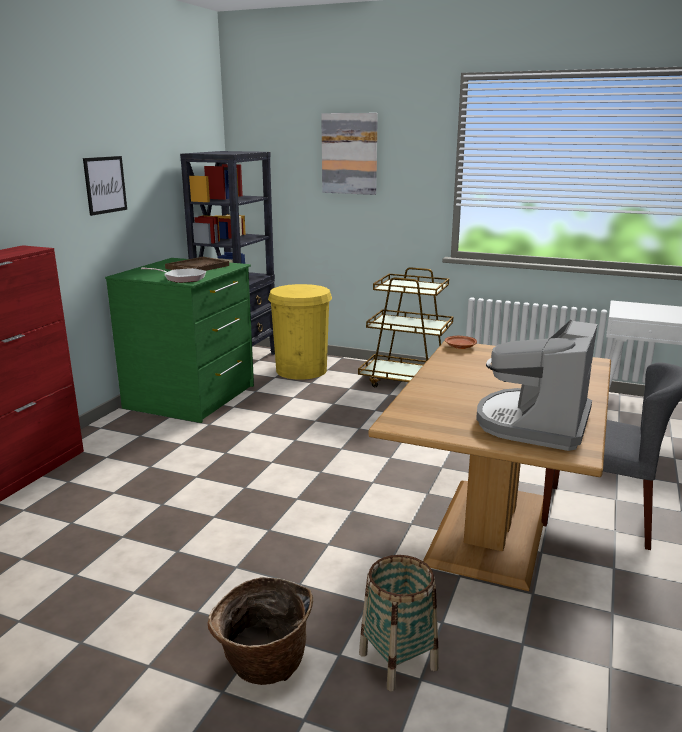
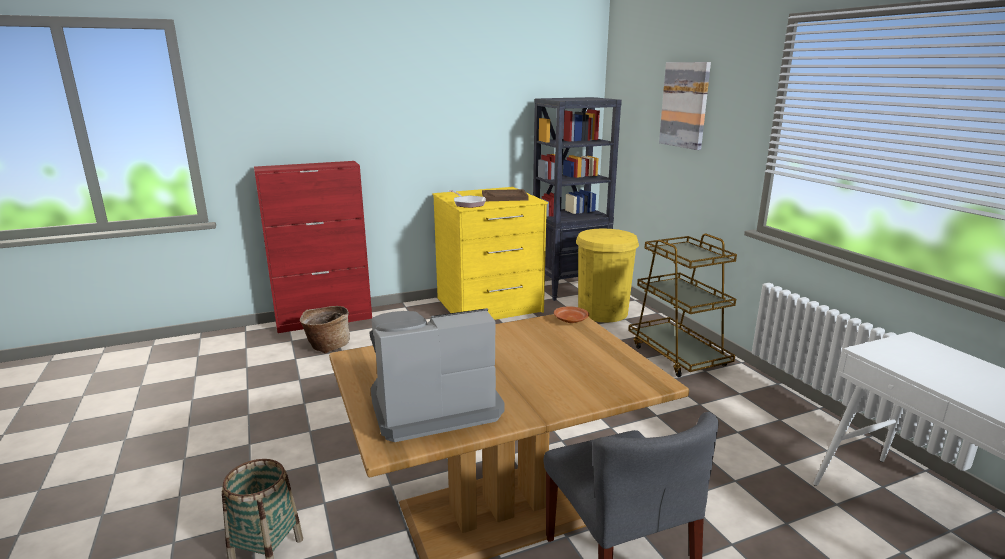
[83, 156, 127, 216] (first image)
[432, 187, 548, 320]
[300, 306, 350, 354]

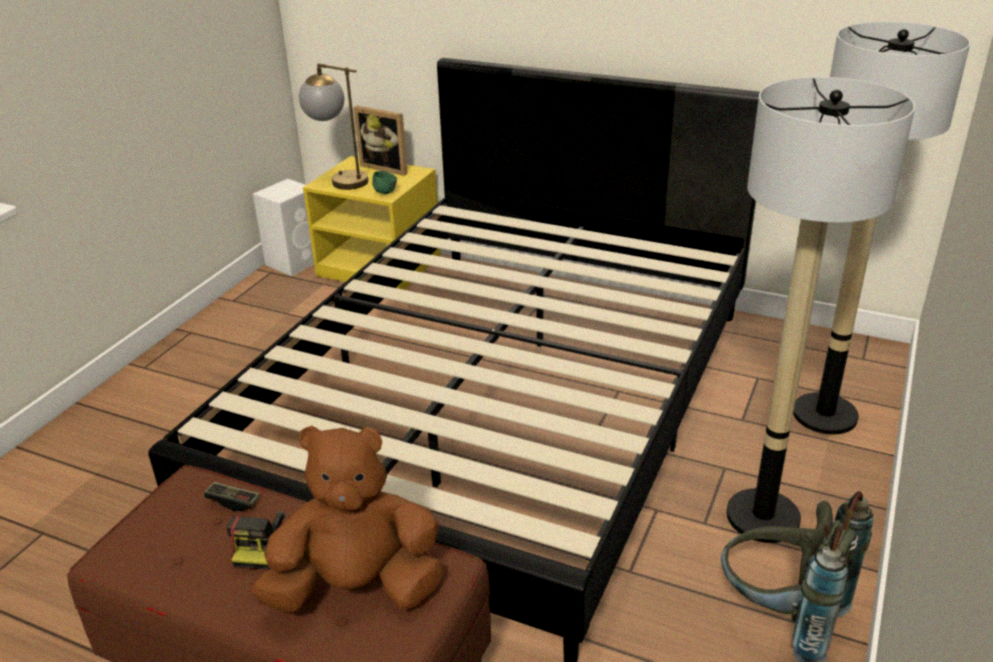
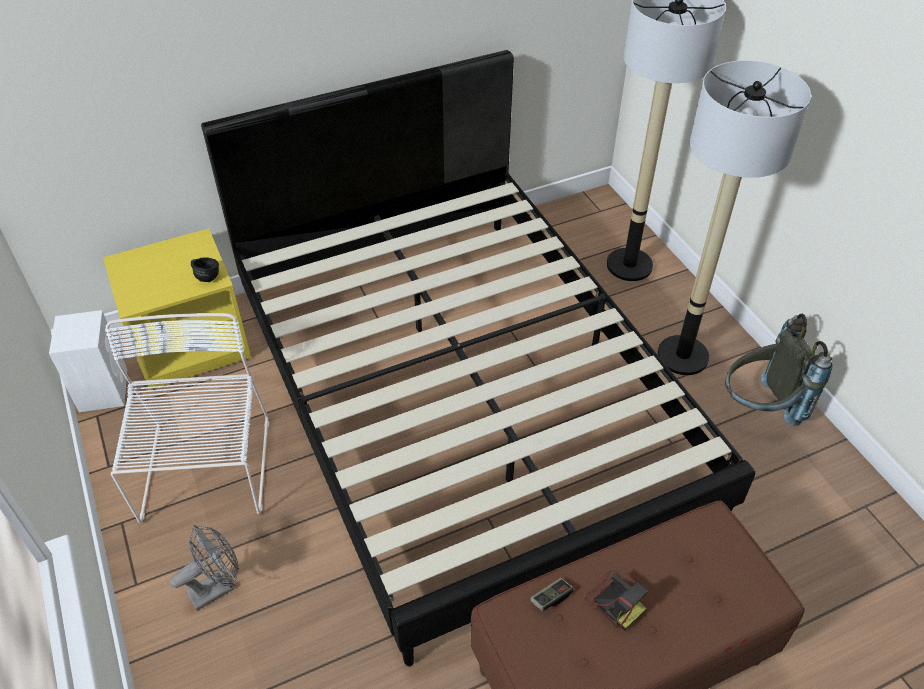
[252, 426, 444, 614] (first image)
[299, 63, 368, 190] (first image)
[354, 106, 408, 176] (first image)
[191, 257, 219, 282]
[105, 313, 269, 523]
[170, 525, 239, 611]

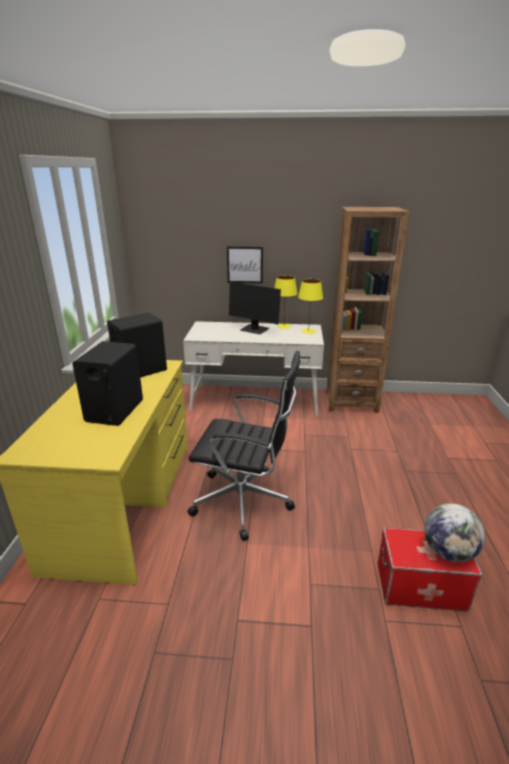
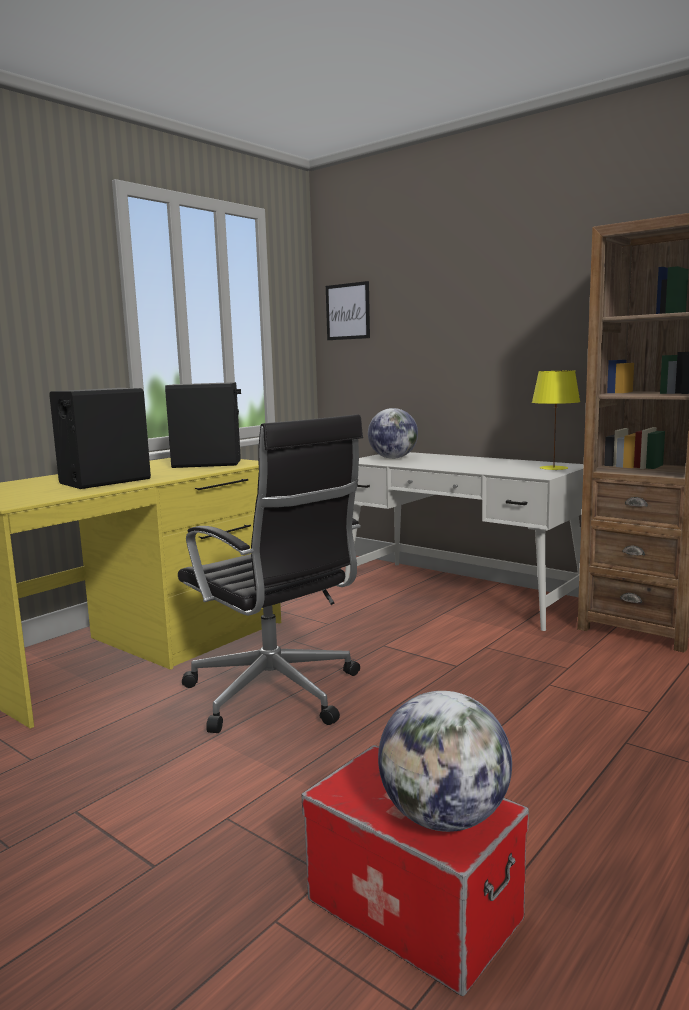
[326, 281, 370, 340]
[229, 282, 281, 334] (first image)
[274, 275, 297, 329] (first image)
[368, 408, 418, 459]

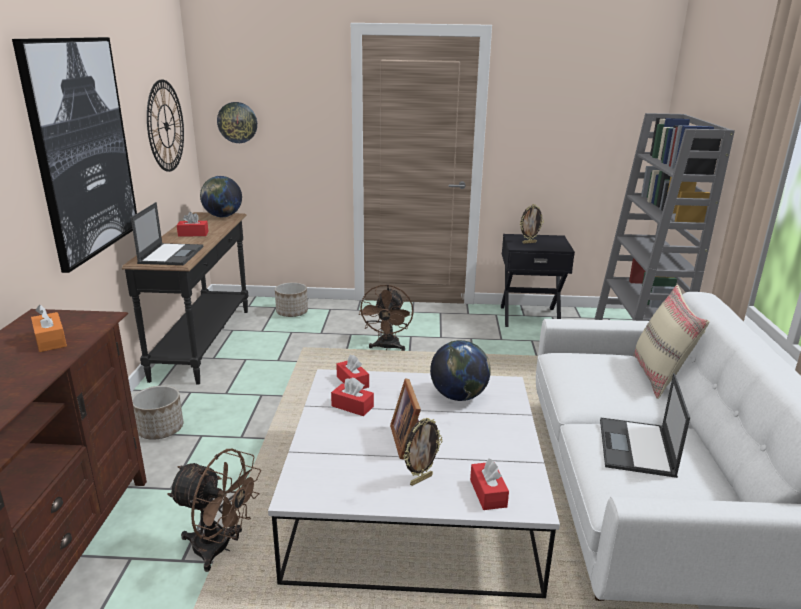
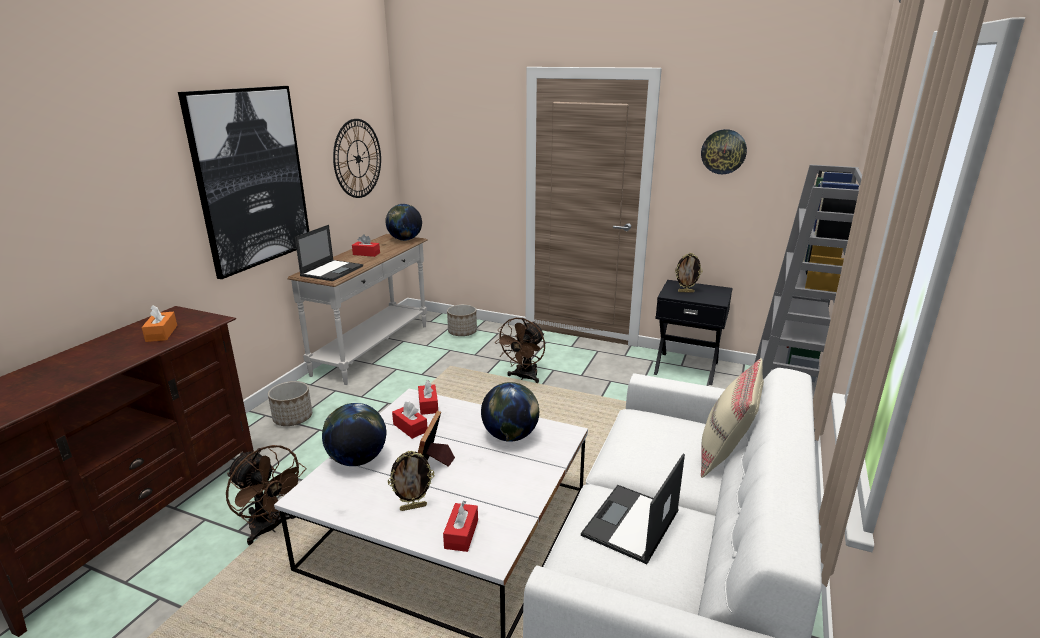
[288, 234, 427, 385]
[701, 129, 747, 174]
[322, 403, 387, 466]

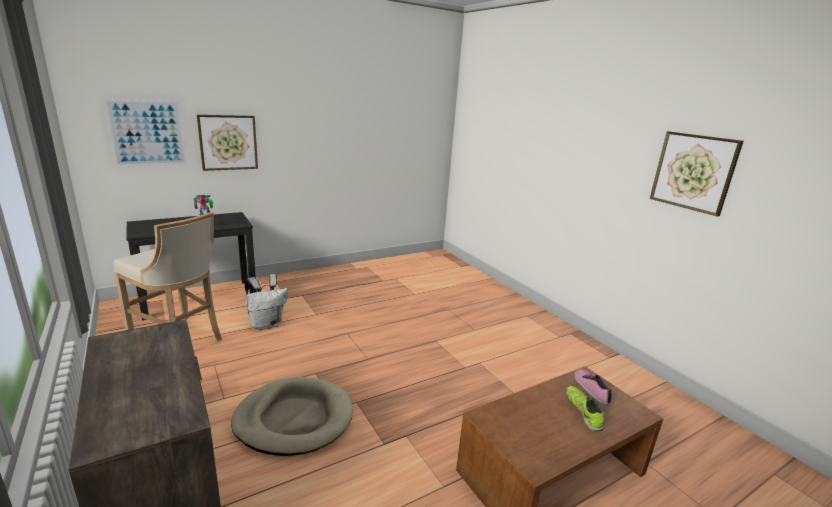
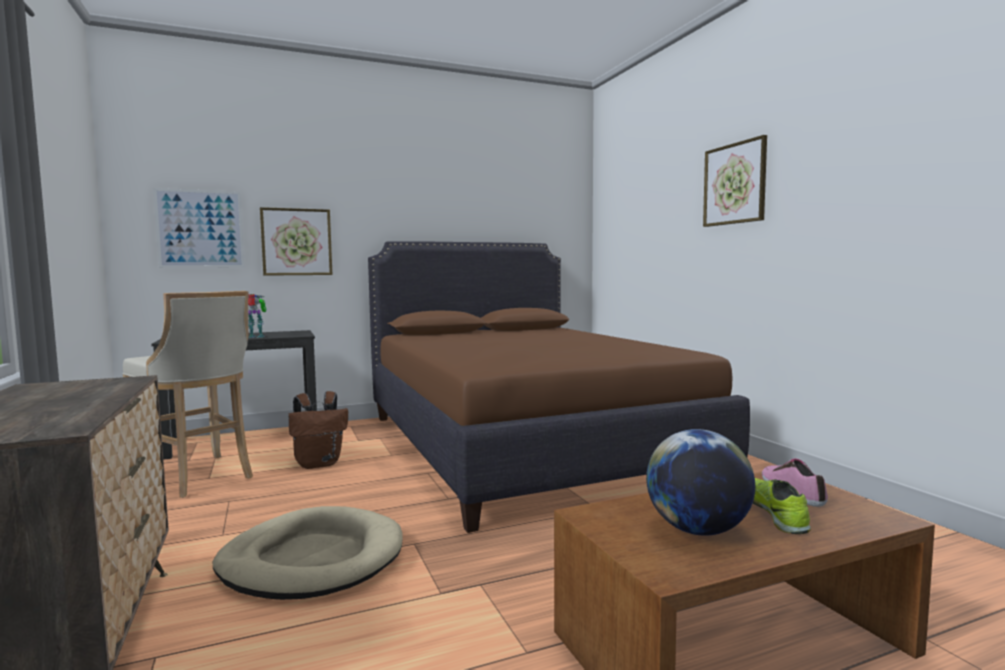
[288, 391, 348, 469]
[703, 135, 767, 227]
[368, 241, 750, 533]
[646, 429, 755, 536]

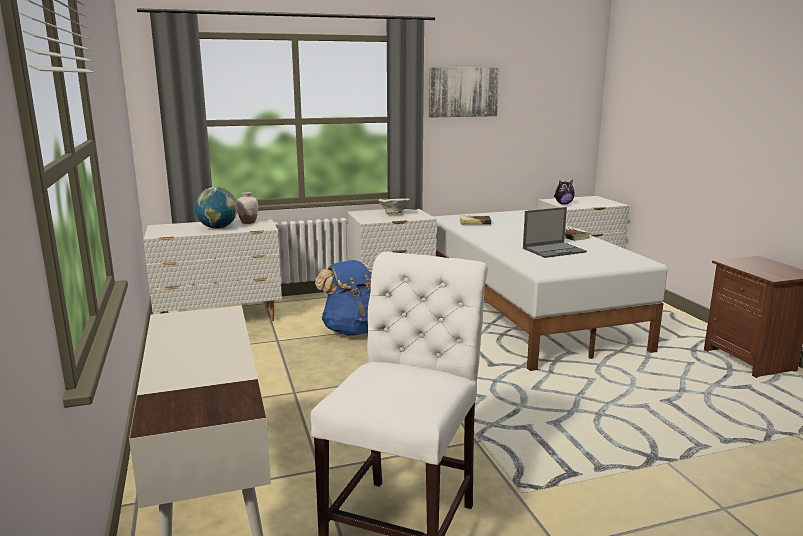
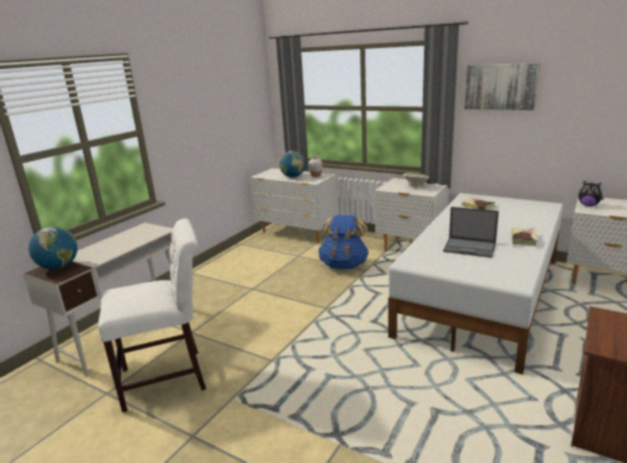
[29, 227, 78, 270]

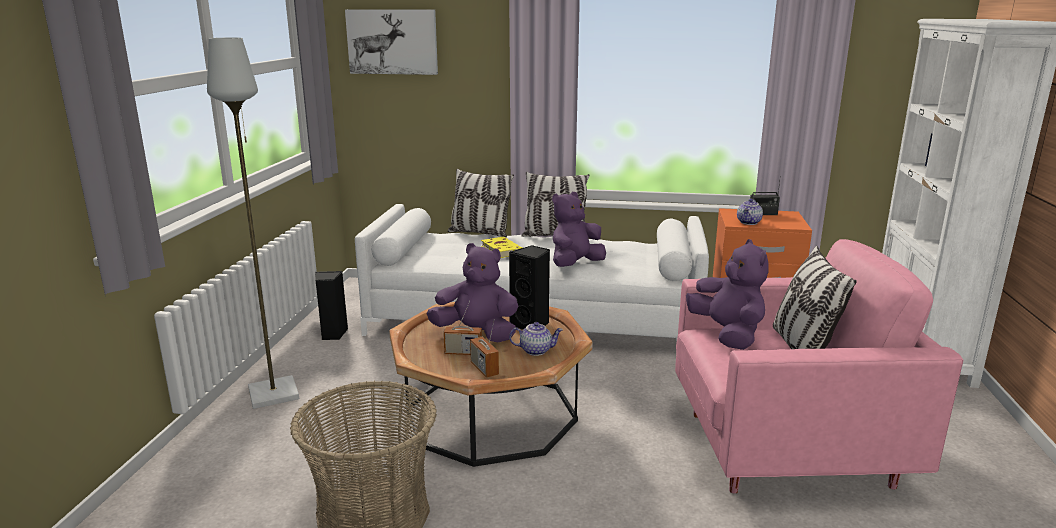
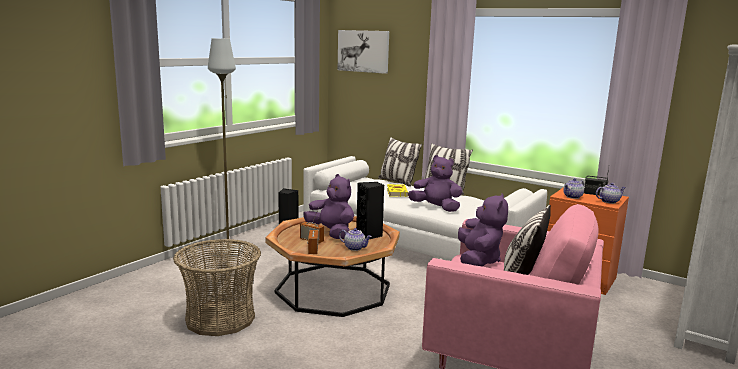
[408, 155, 462, 212]
[596, 183, 626, 204]

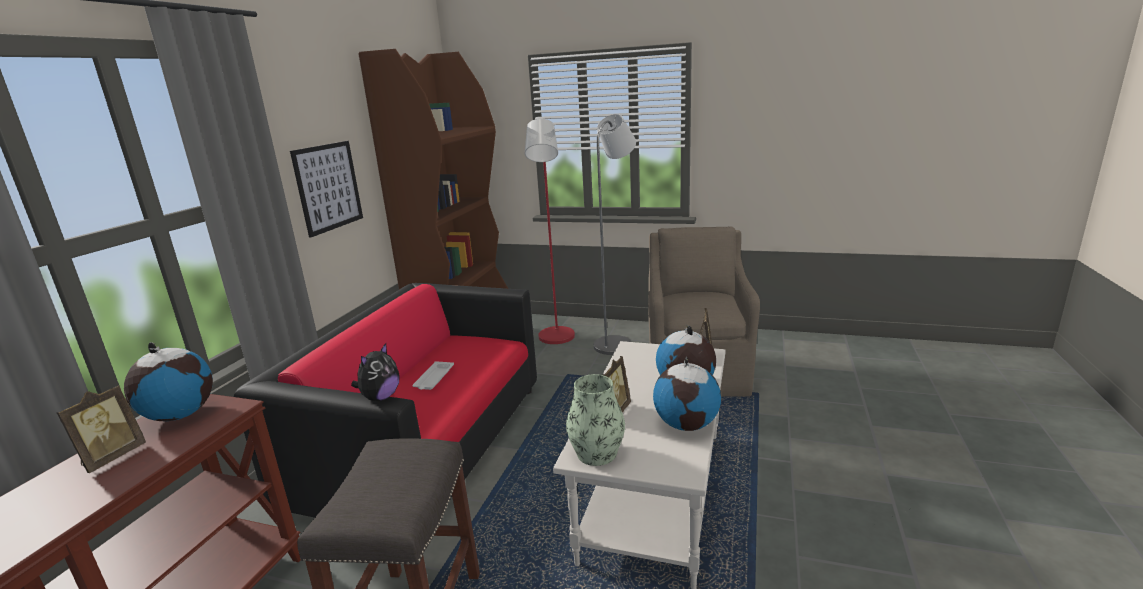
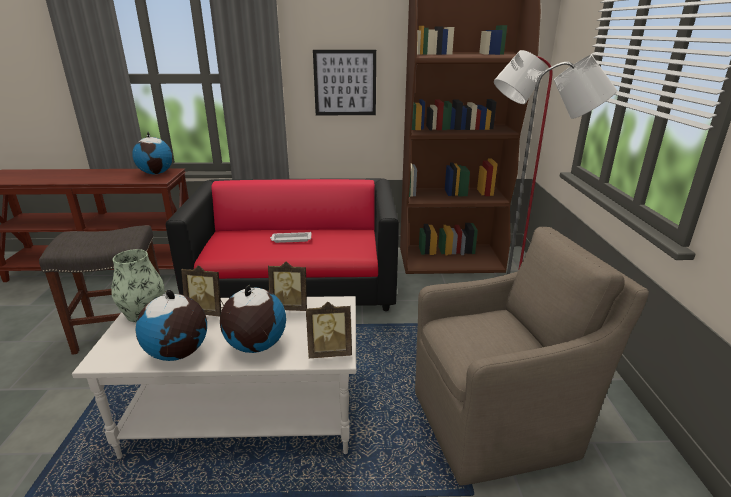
[268, 262, 307, 311]
[351, 343, 399, 401] (first image)

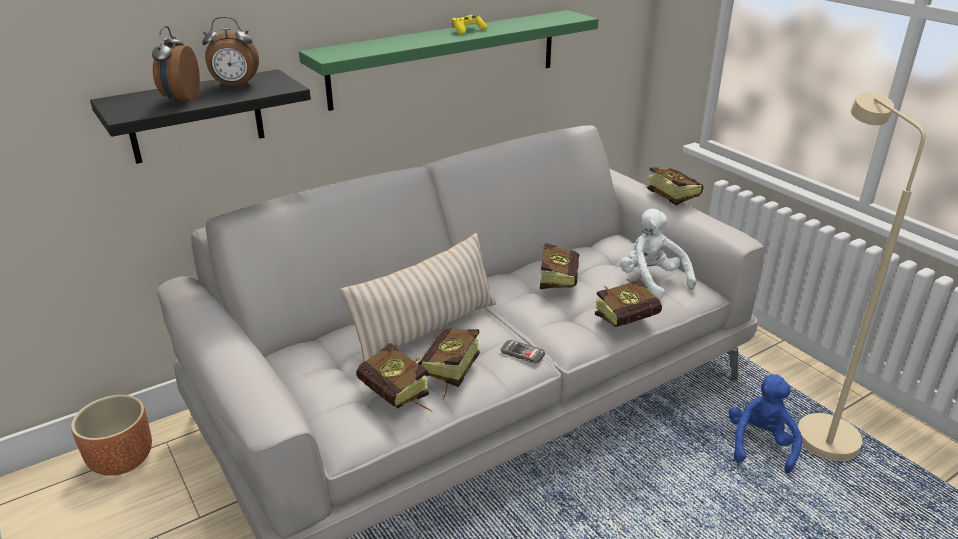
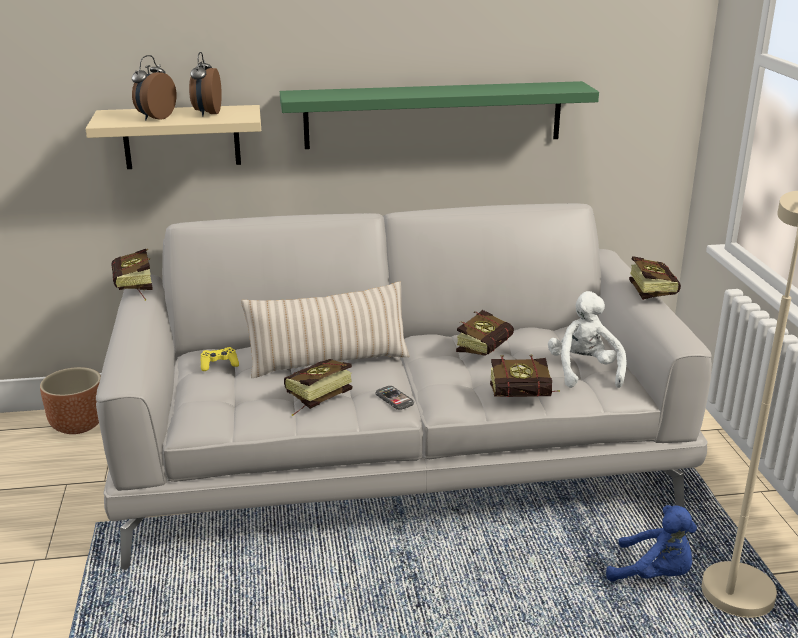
[85, 105, 261, 169]
[189, 52, 222, 117]
[111, 249, 152, 301]
[201, 347, 239, 371]
[606, 505, 697, 581]

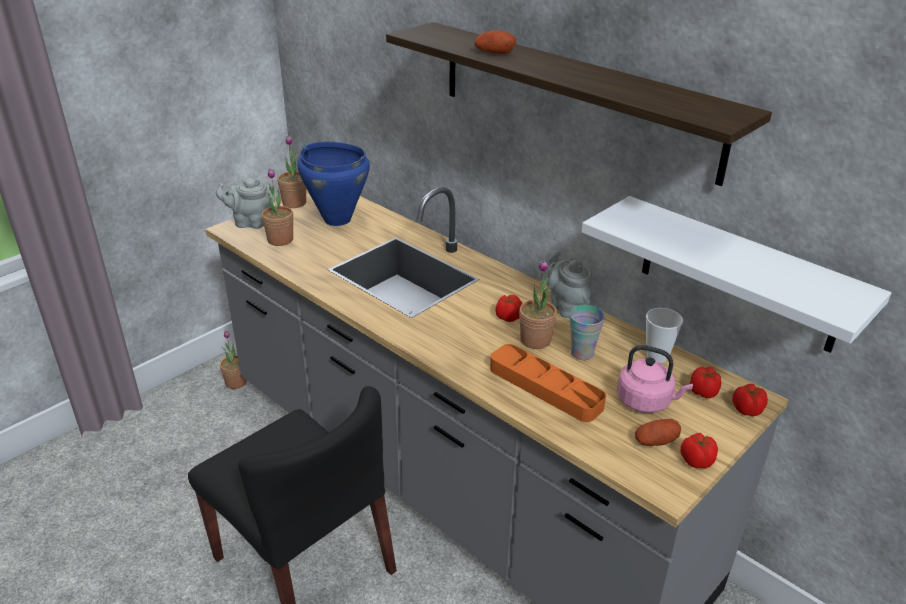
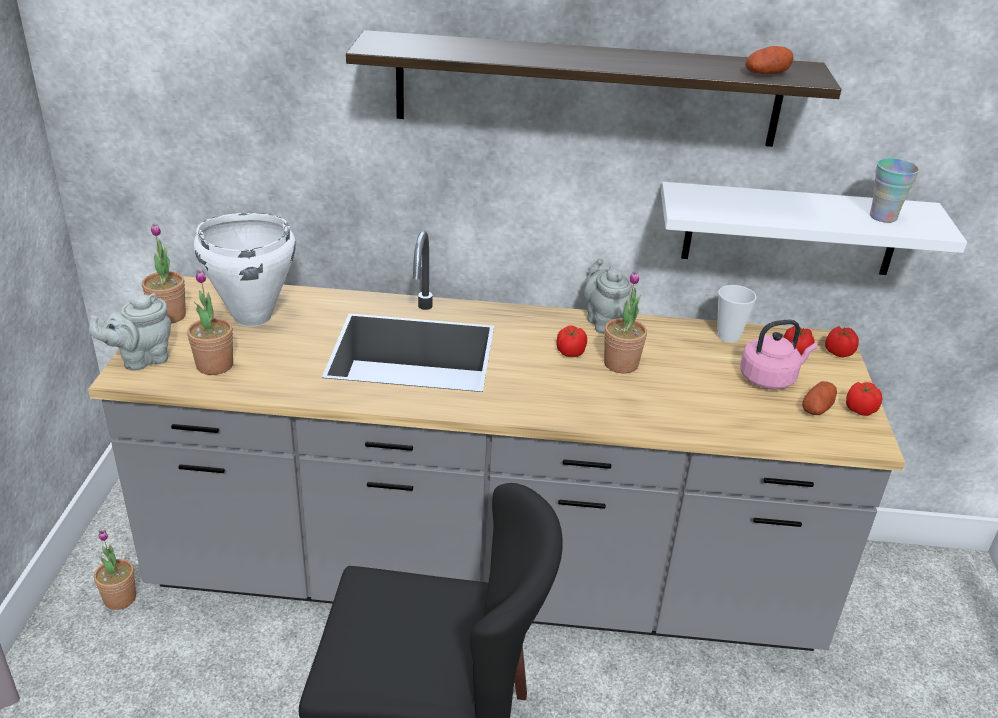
[194, 213, 296, 327]
[745, 46, 793, 74]
[490, 344, 606, 422] (first image)
[583, 258, 632, 333]
[870, 158, 919, 223]

